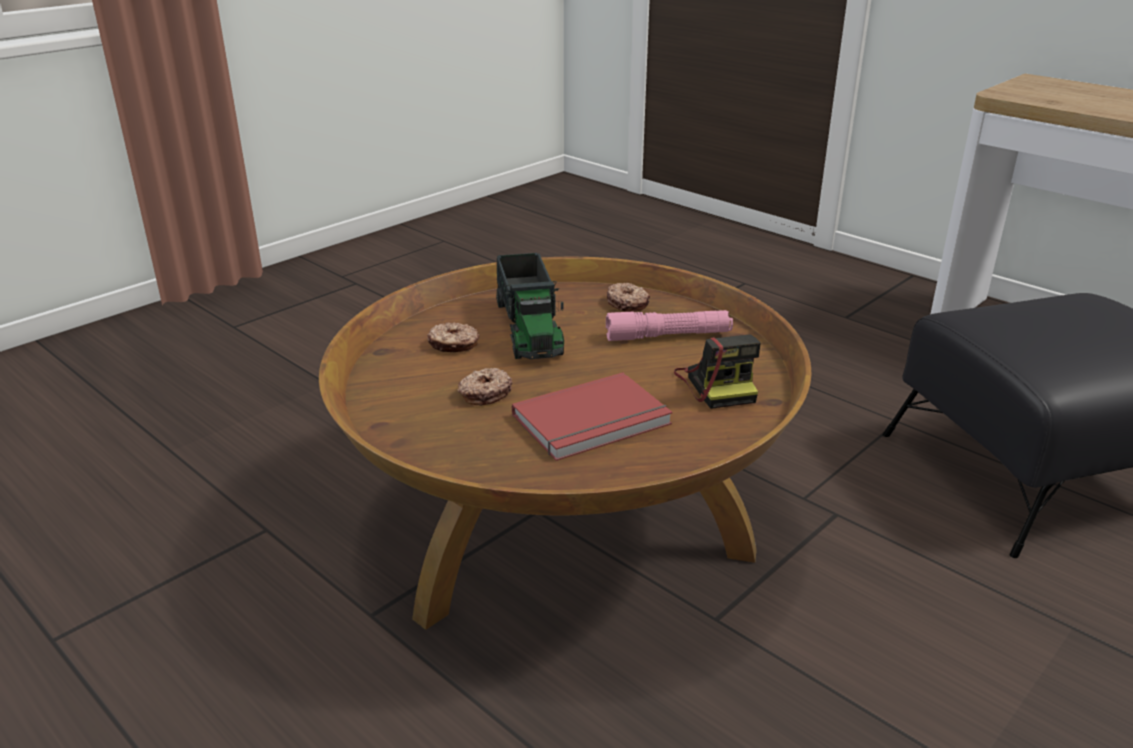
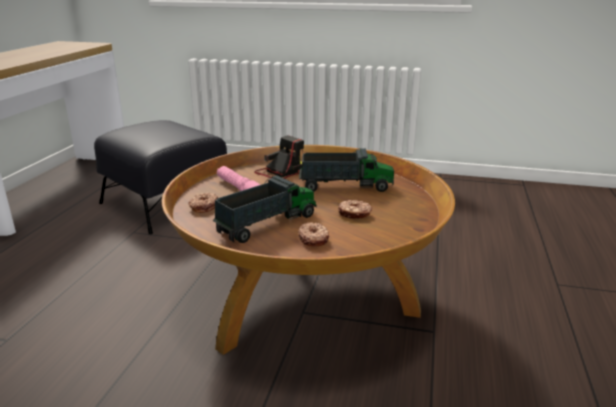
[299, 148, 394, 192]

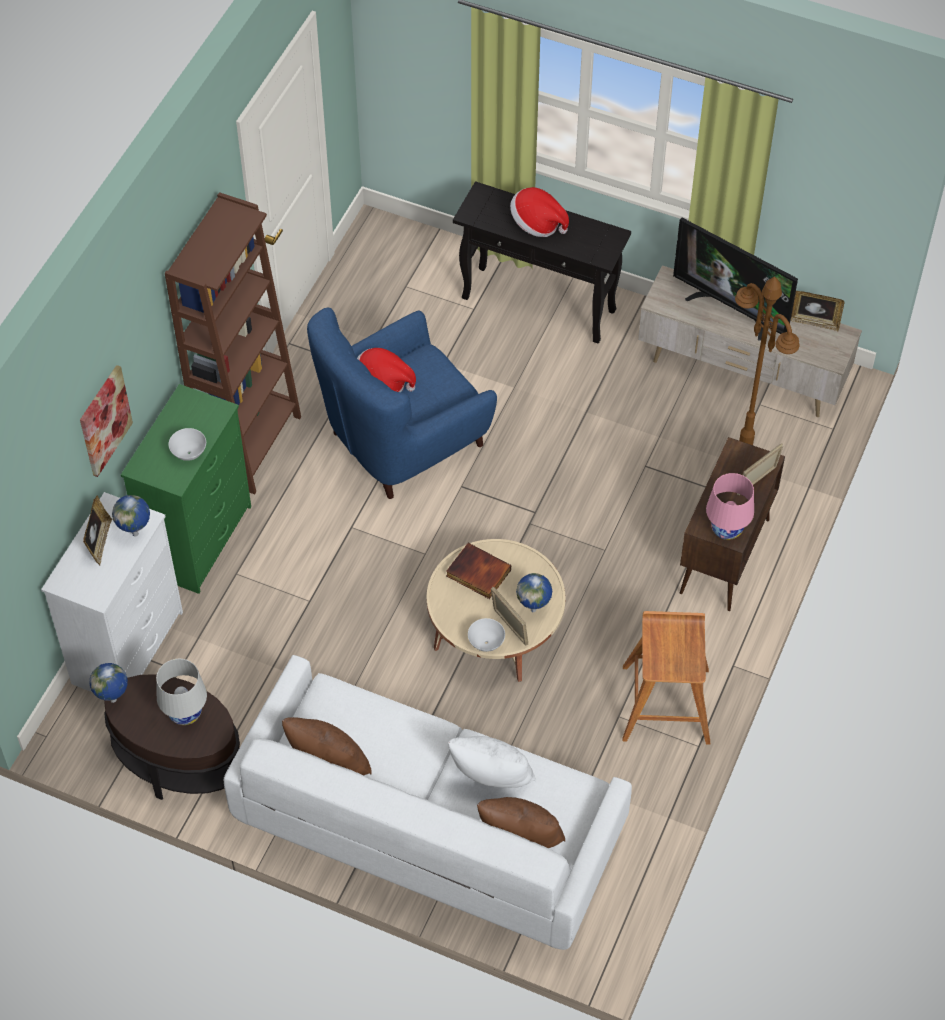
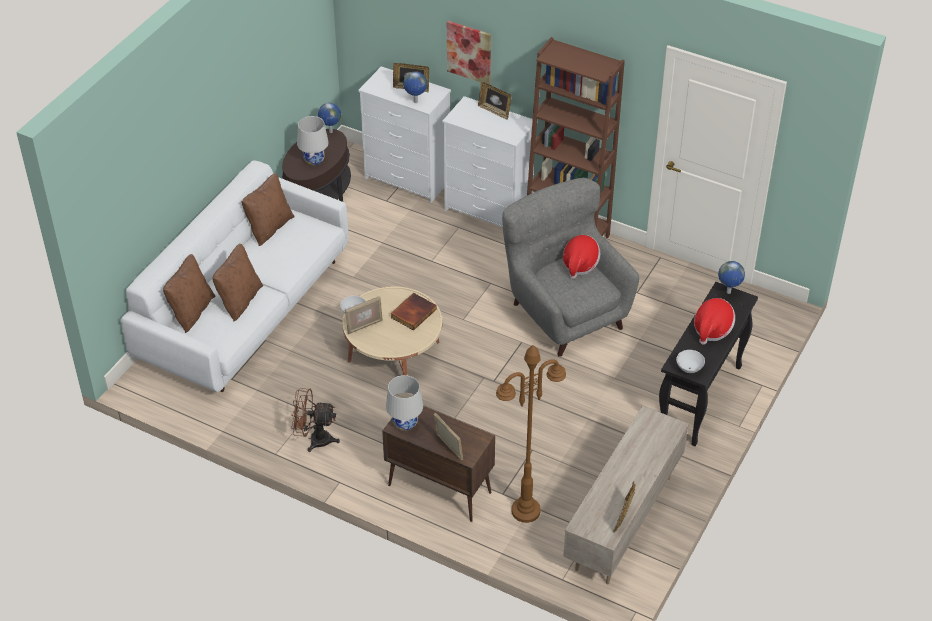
[442, 96, 534, 227]
[676, 350, 705, 373]
[502, 178, 639, 357]
[212, 243, 263, 322]
[718, 261, 745, 294]
[291, 388, 340, 452]
[673, 218, 798, 341] (first image)
[386, 375, 423, 431]
[478, 82, 511, 120]

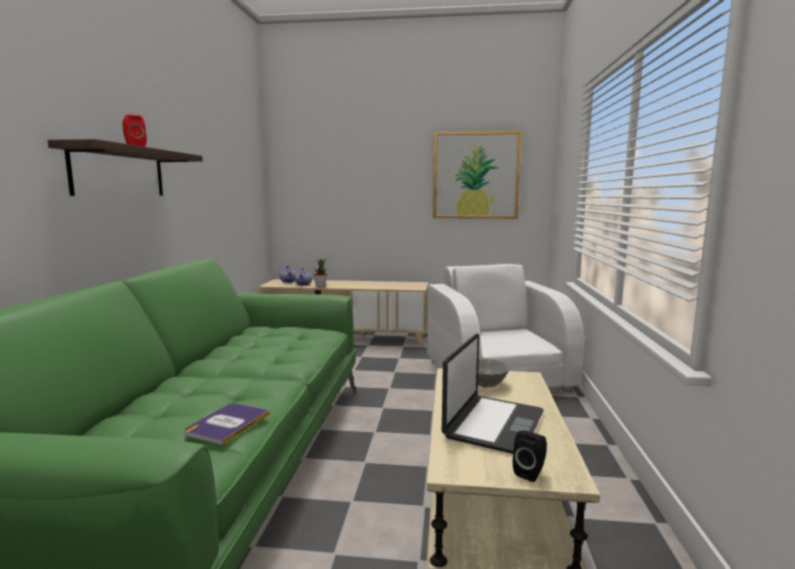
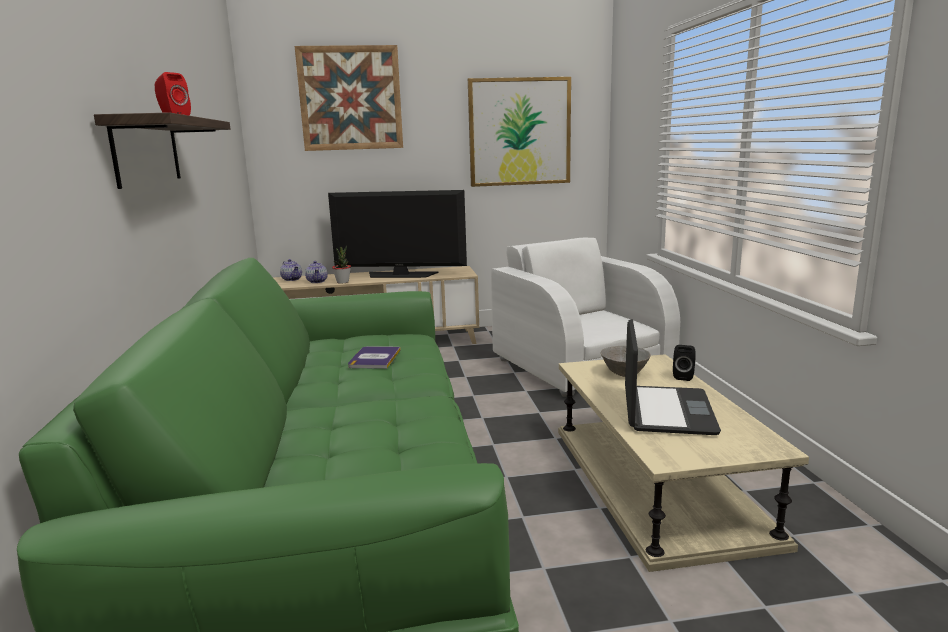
[348, 346, 401, 369]
[673, 345, 696, 381]
[295, 45, 403, 151]
[328, 190, 467, 278]

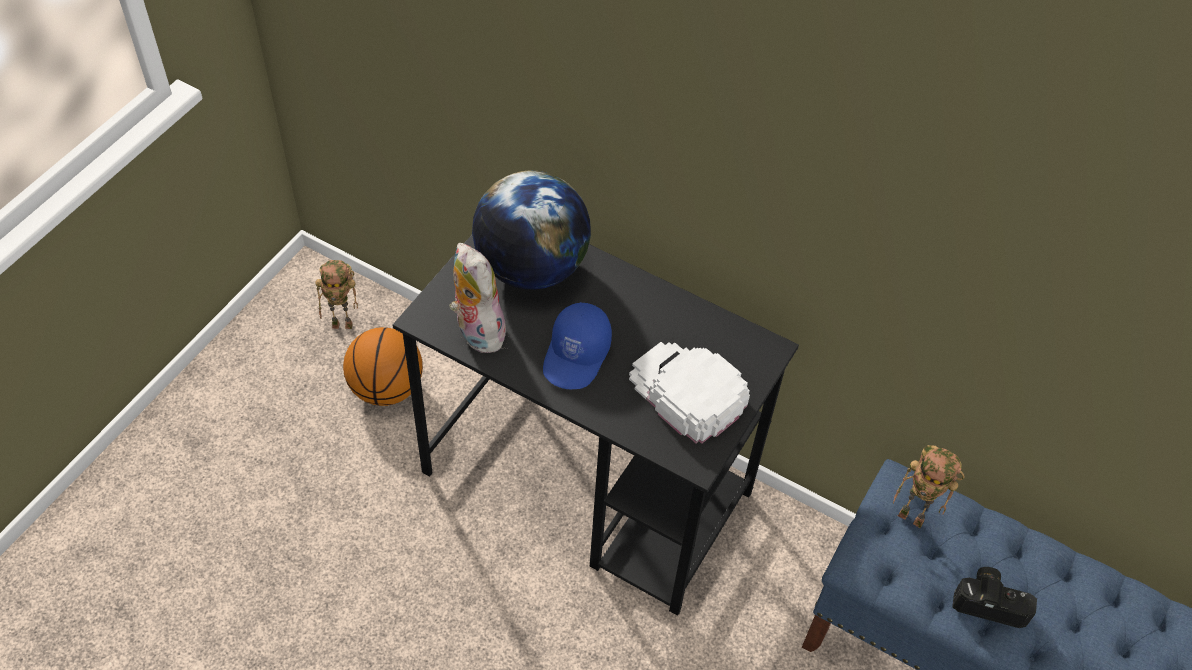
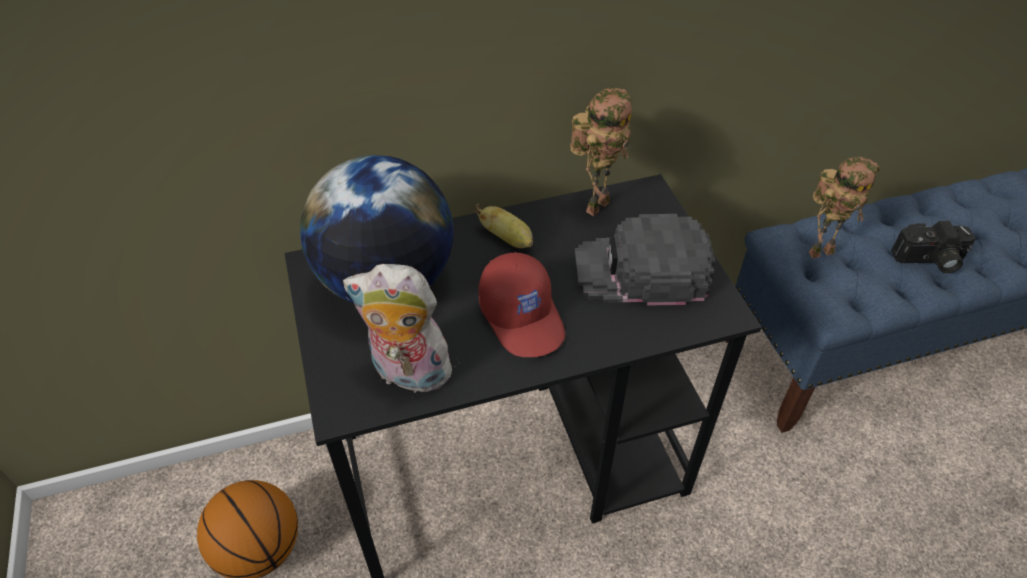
[570, 88, 632, 216]
[479, 252, 565, 357]
[575, 214, 715, 306]
[891, 221, 976, 274]
[475, 204, 533, 248]

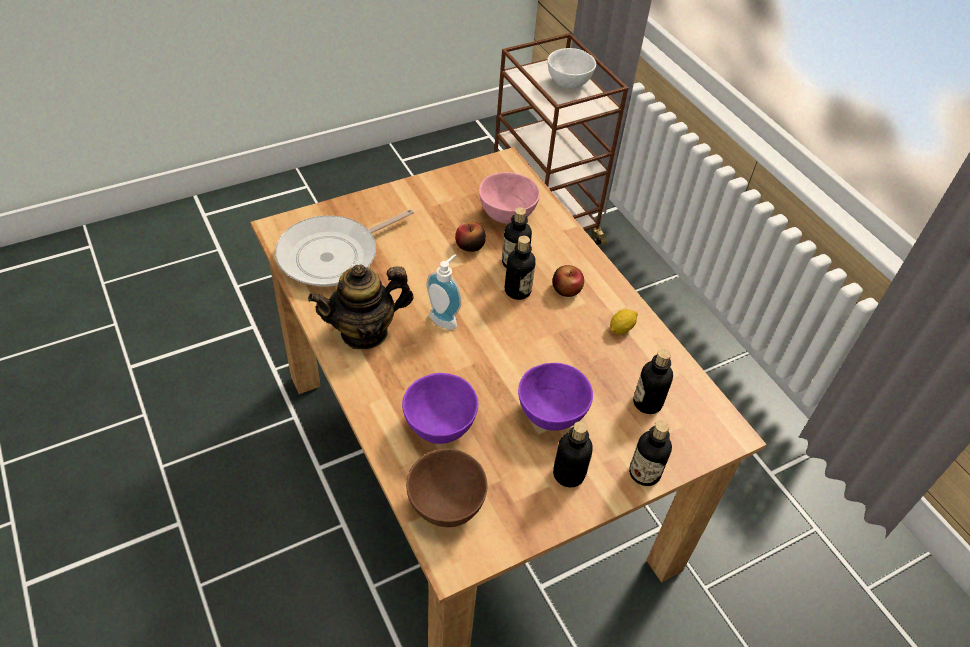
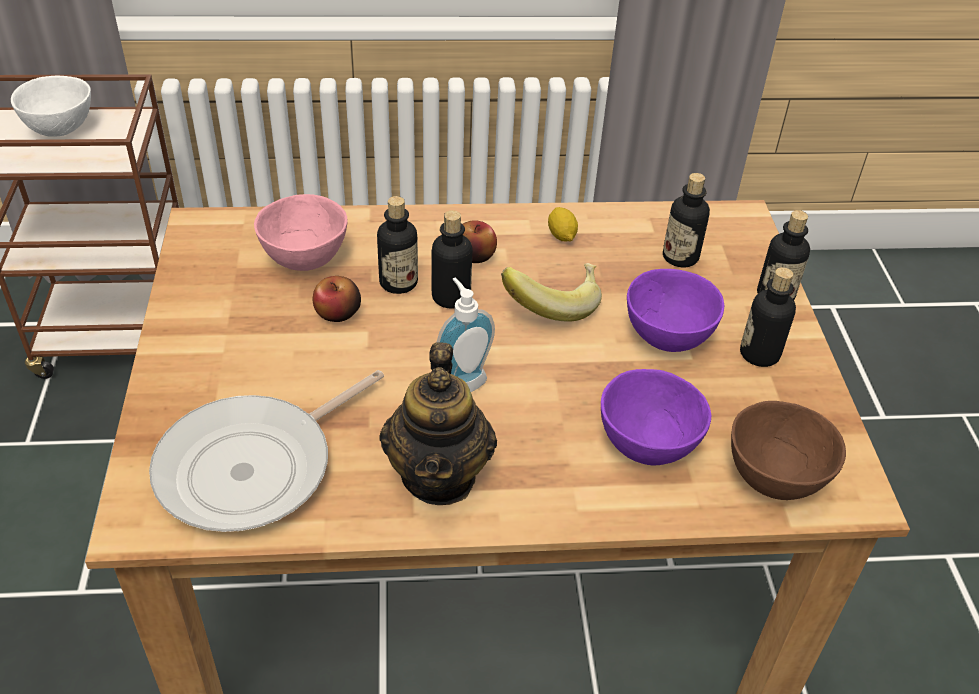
[149, 370, 384, 532]
[501, 263, 602, 322]

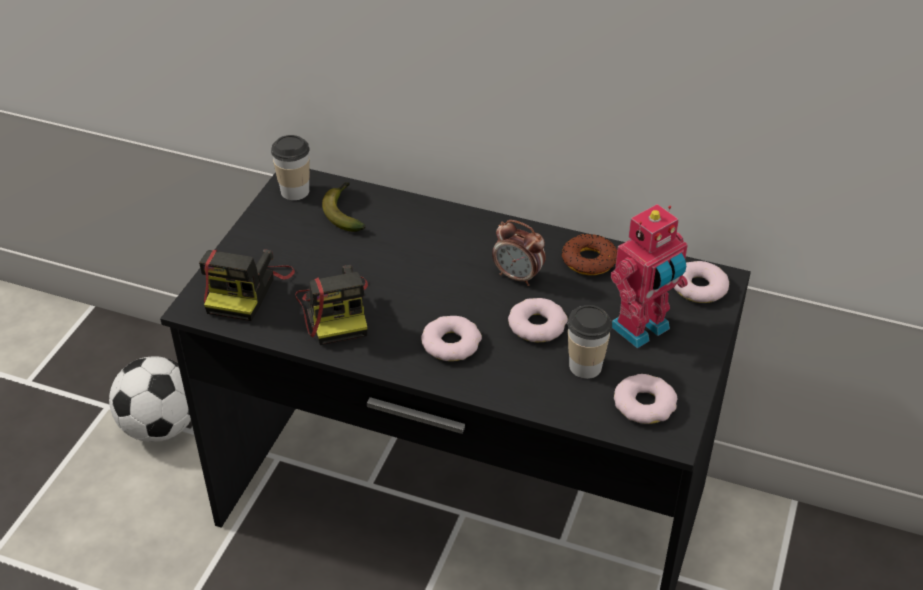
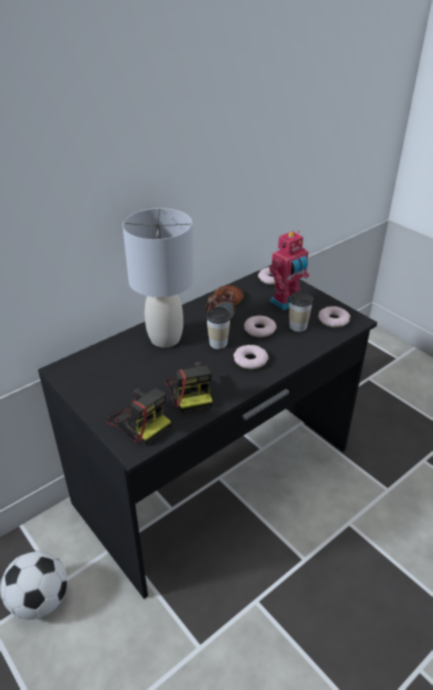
[206, 307, 231, 349]
[165, 362, 212, 413]
[322, 182, 366, 232] (first image)
[269, 231, 309, 310]
[122, 208, 194, 348]

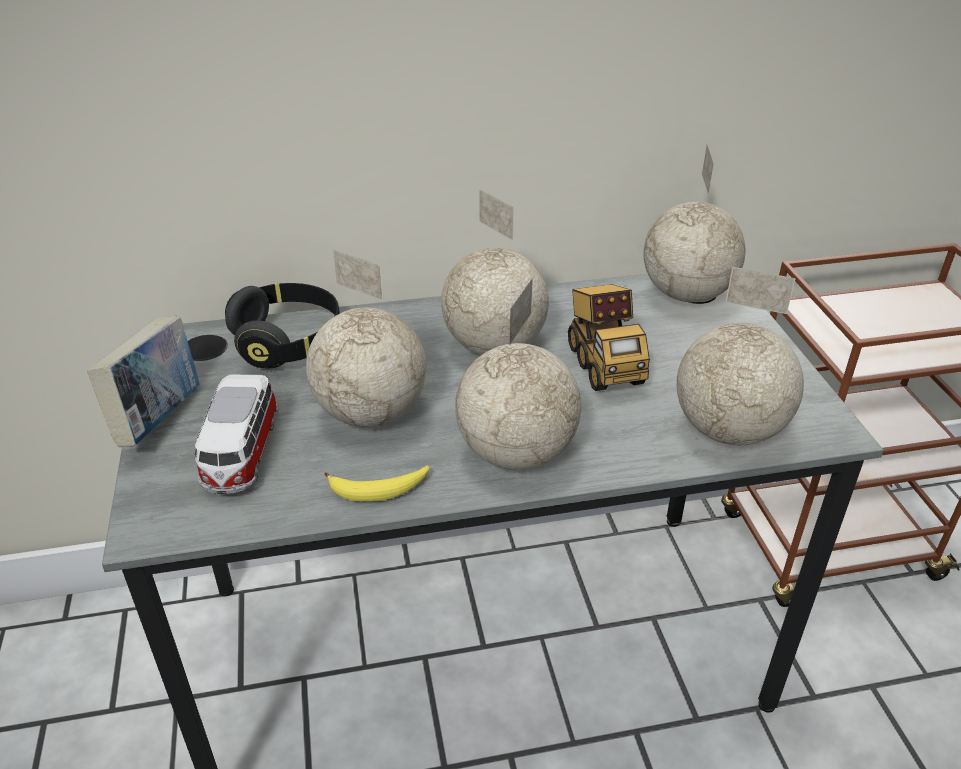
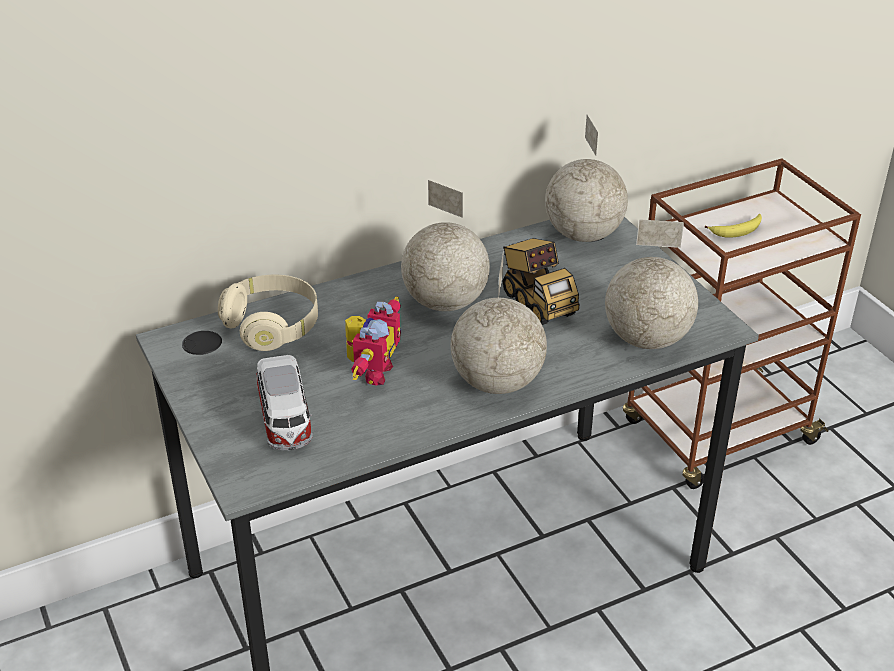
[87, 316, 199, 447] (first image)
[218, 275, 318, 351]
[345, 296, 401, 386]
[705, 214, 762, 238]

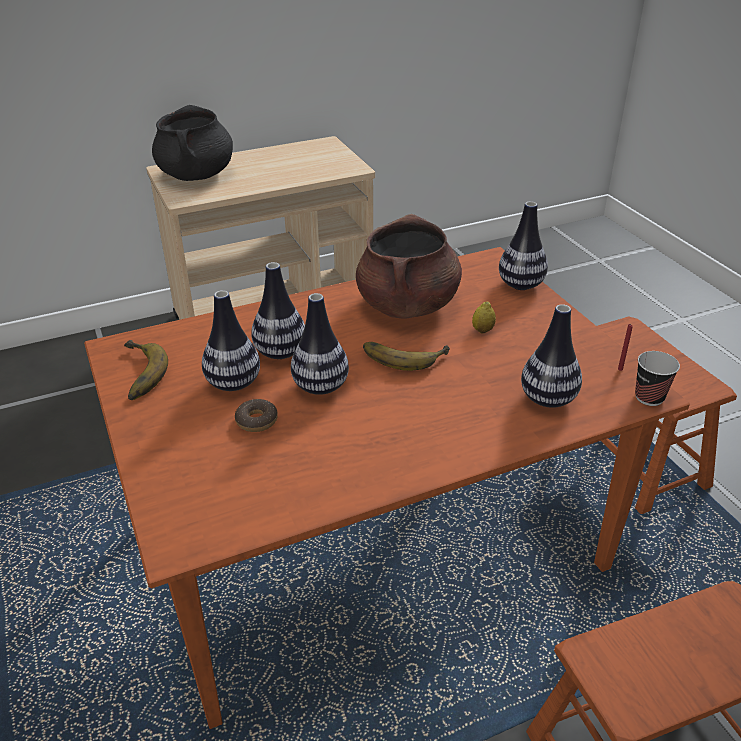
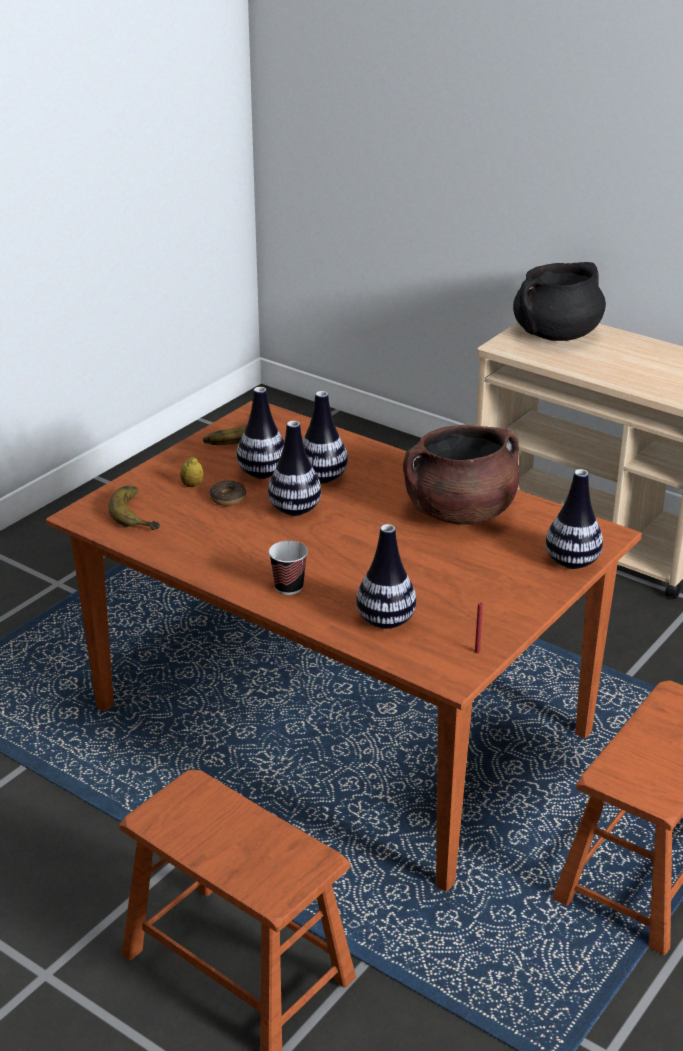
[108, 485, 160, 530]
[180, 457, 203, 487]
[269, 541, 308, 595]

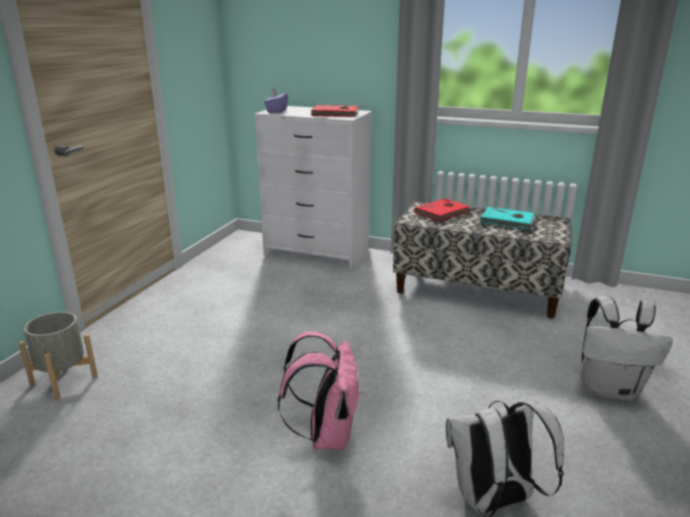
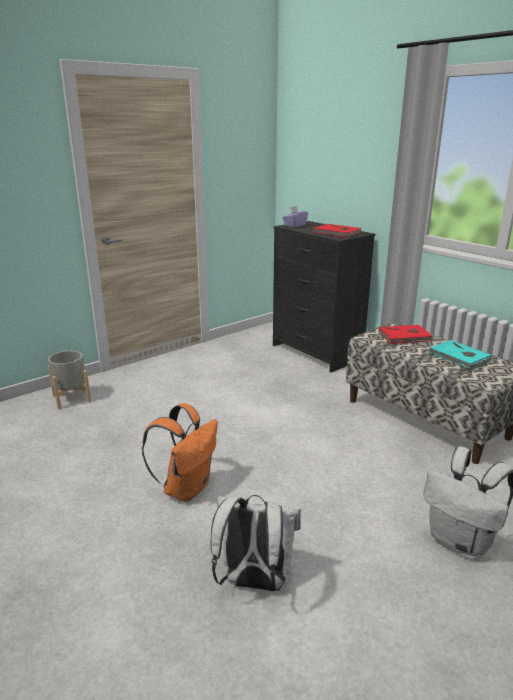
[273, 221, 375, 373]
[142, 403, 218, 502]

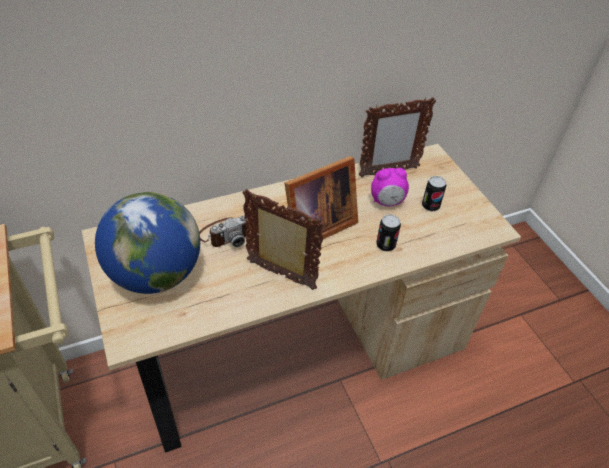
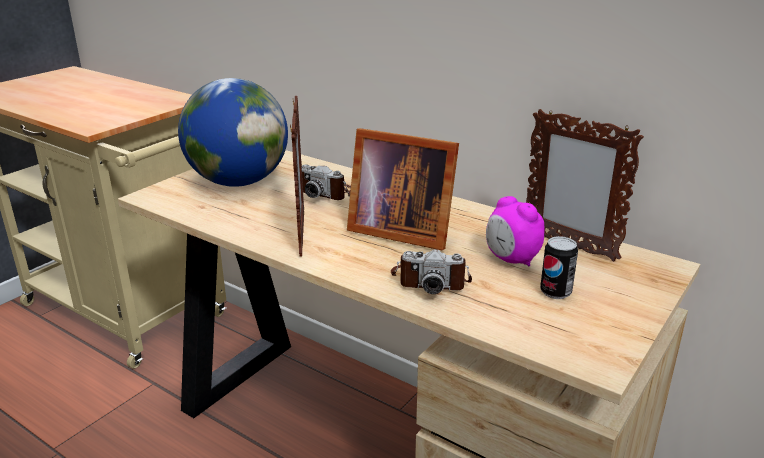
[391, 249, 472, 294]

